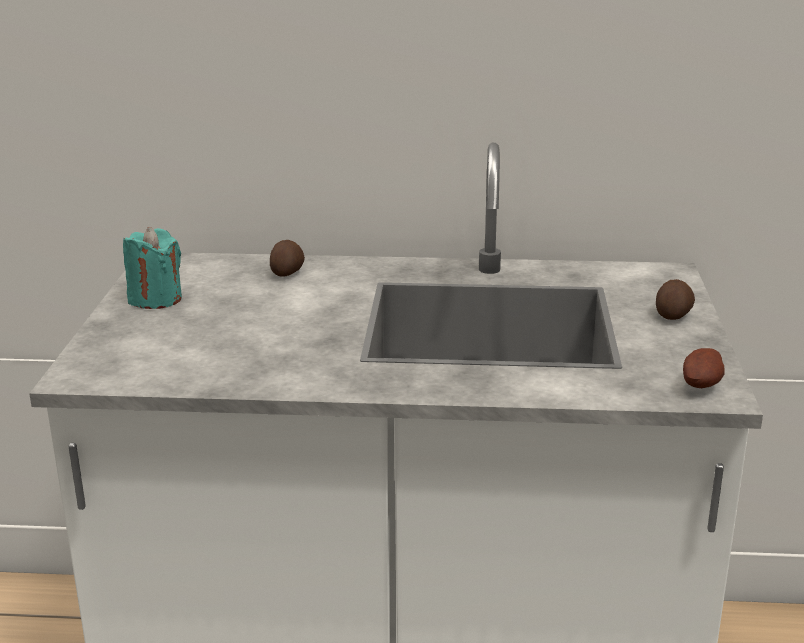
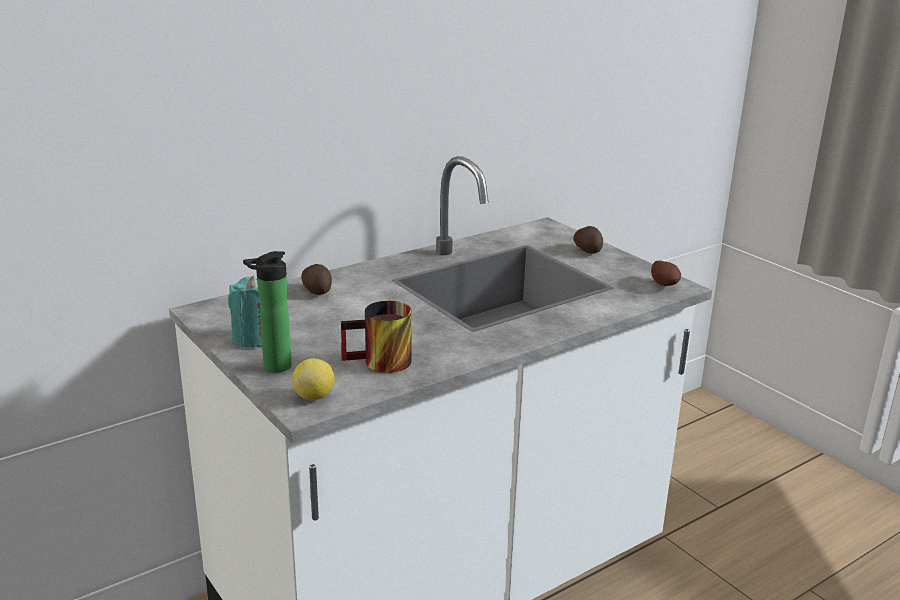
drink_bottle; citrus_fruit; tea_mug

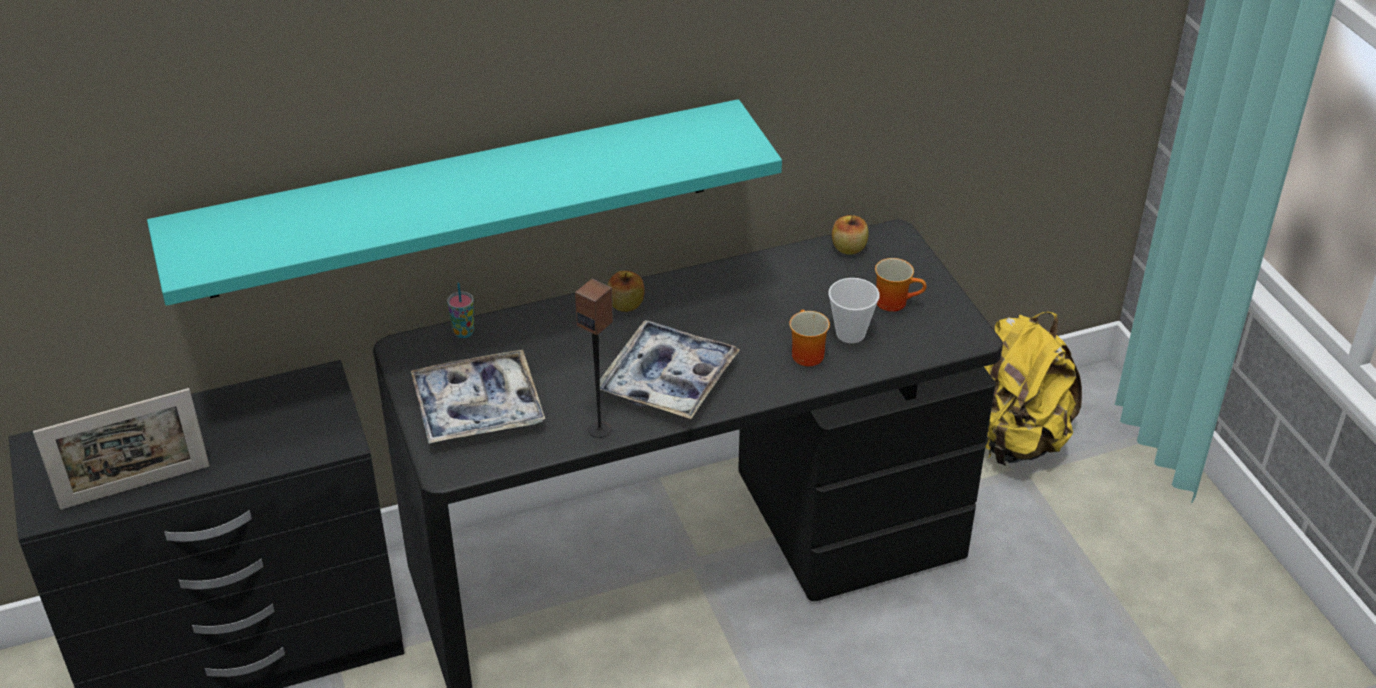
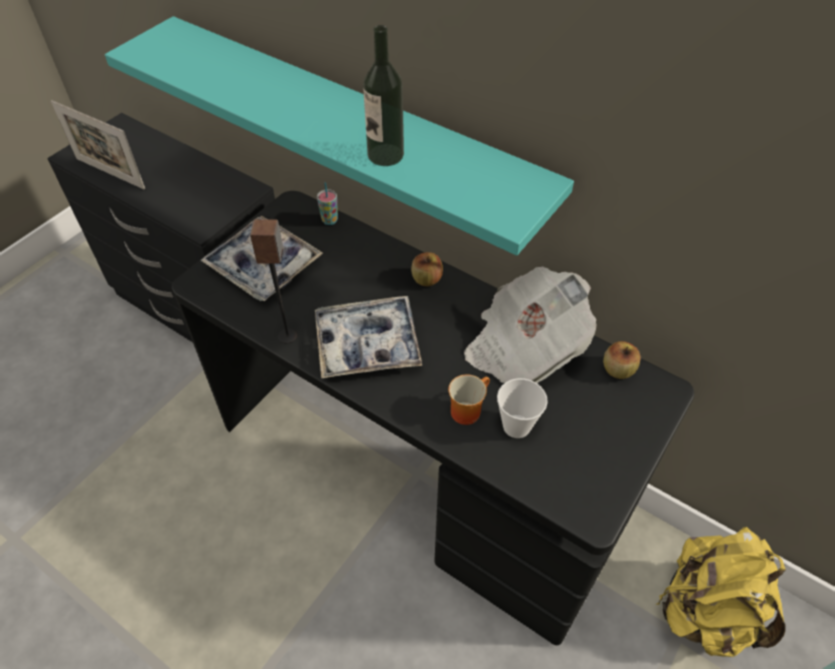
tea_mug (no. 2 from left in the first image); drink_bottle; newspaper

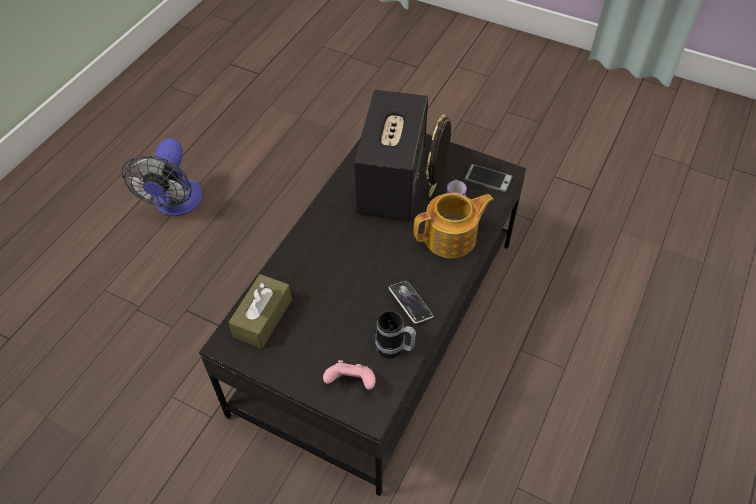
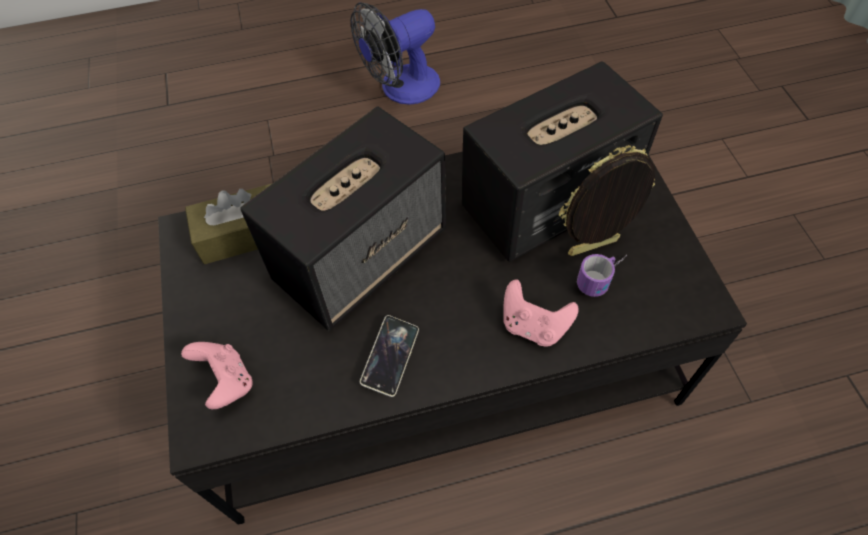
tea_mug (no. 1 from left in the first image); pink-coloured_game_controller (no. 2 from left); handset (no. 2 from left in the first image); loudspeaker (no. 1 from left)

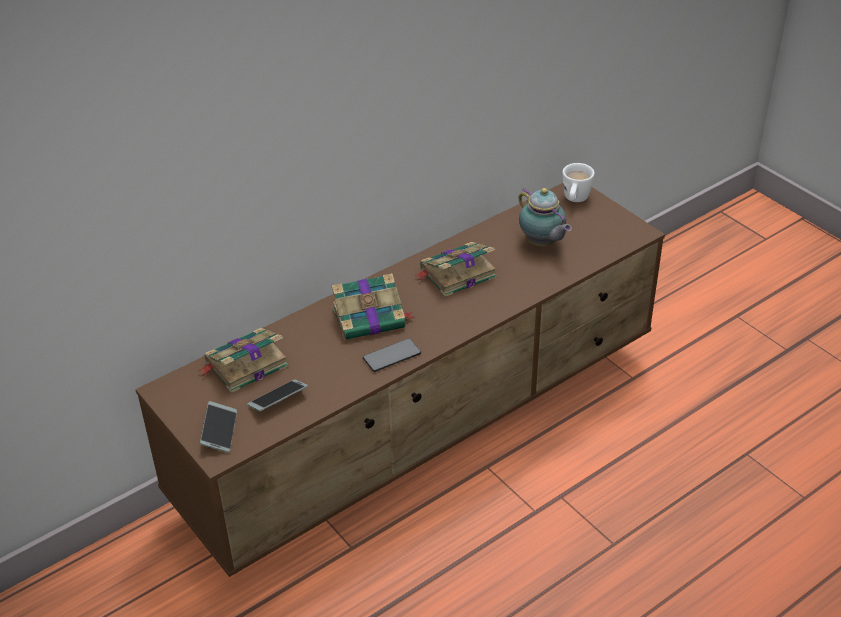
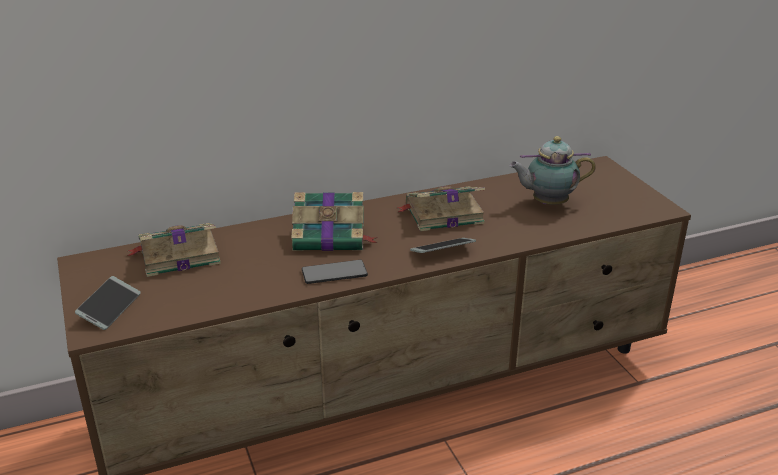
handset (no. 3 from left); pot_for_tea; white-coloured_tea_mug

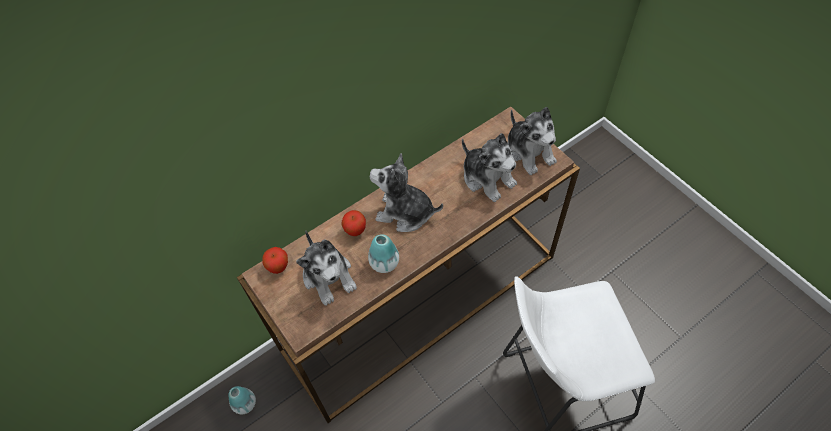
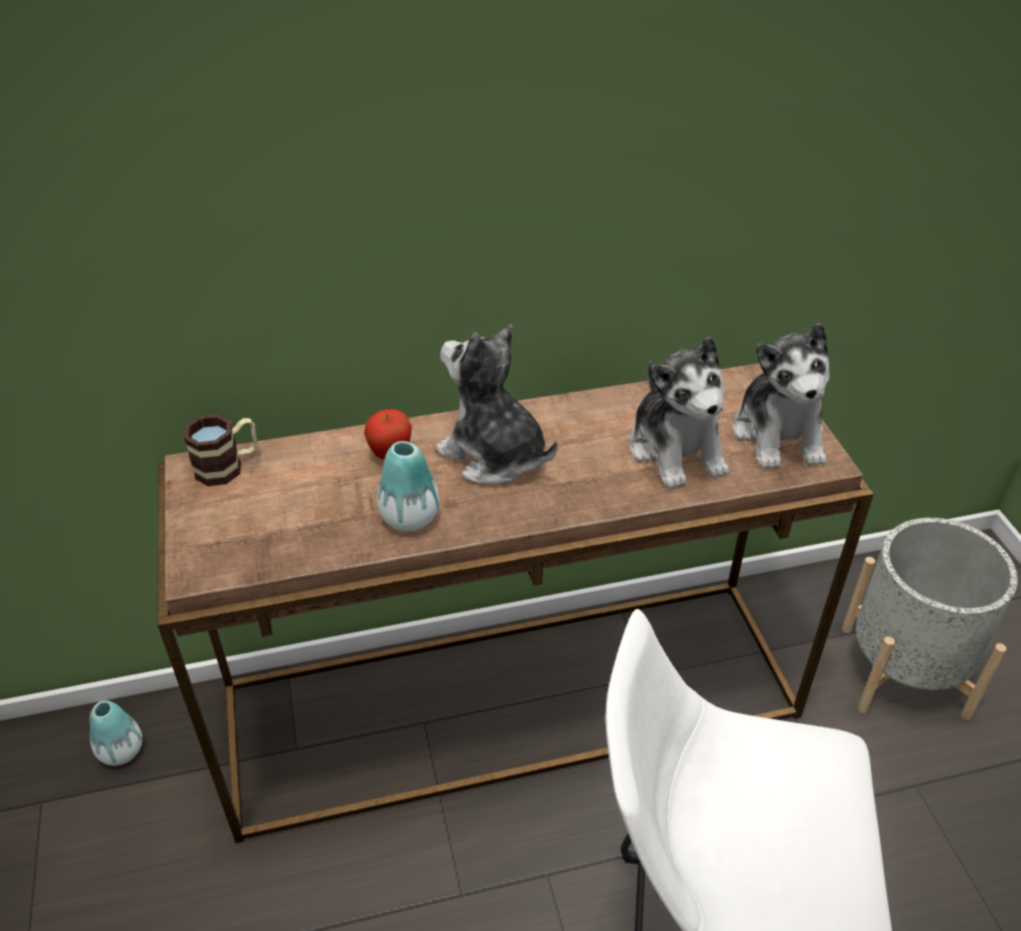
tea_mug; plush_toy (no. 1 from left in the first image); gray_planter

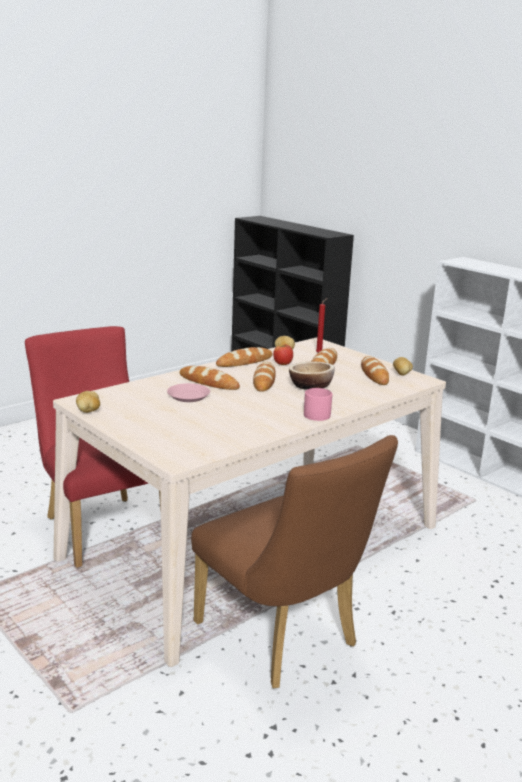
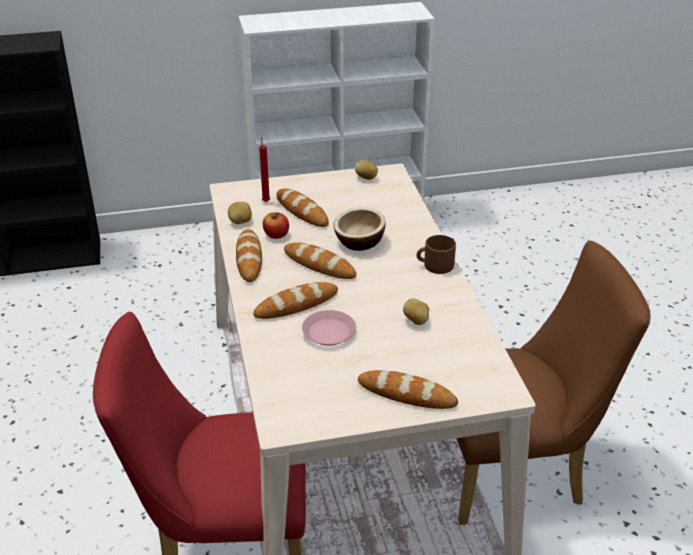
spud (no. 3 from left); brown-coloured_tea_mug; baked_bread (no. 5 from left)

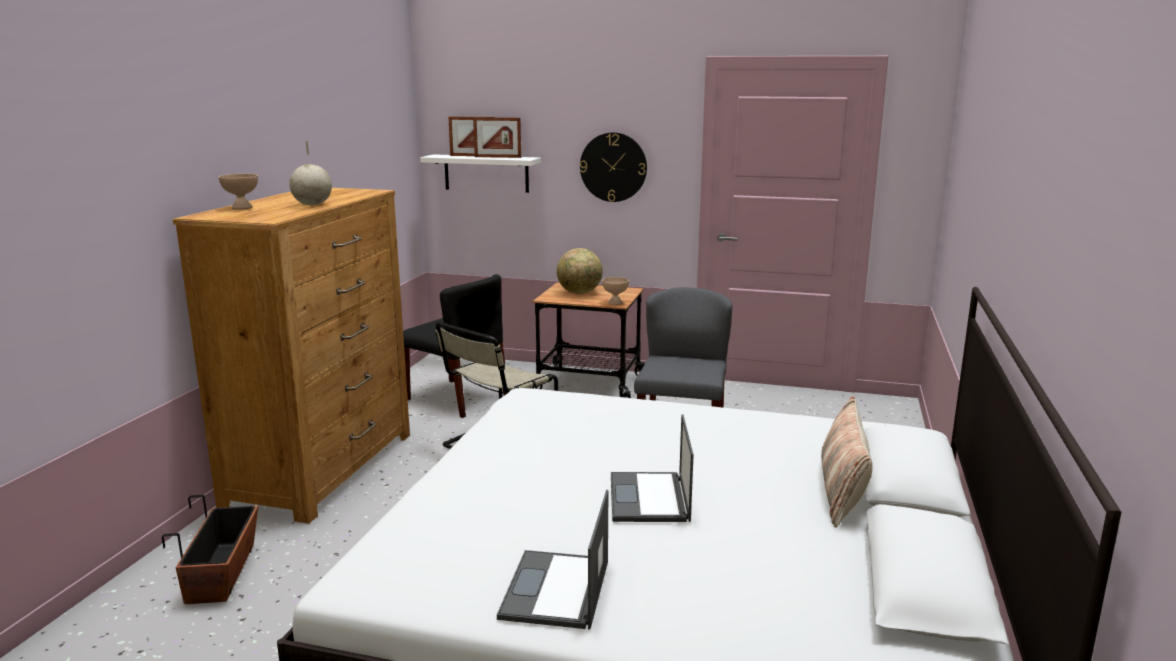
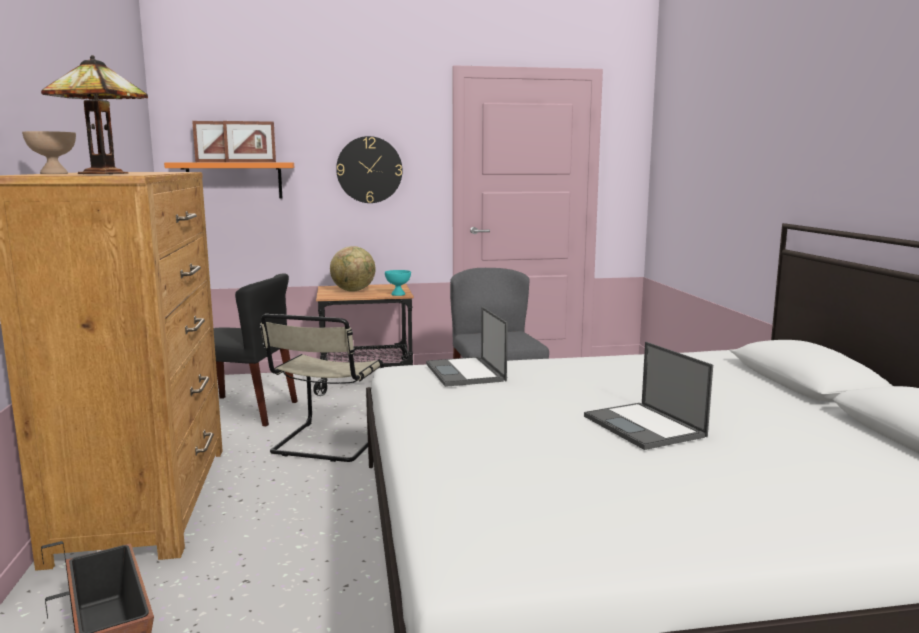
world_globe (no. 1 from left in the first image); orange-coloured_bracket_shelf; laptop (no. 1 from left); turquoise-coloured_deep_dish; cushion; tabletop_lamp

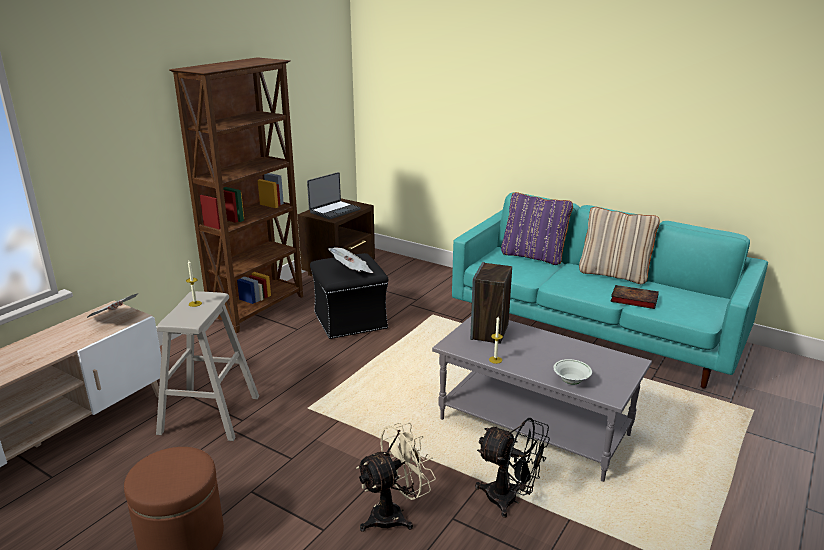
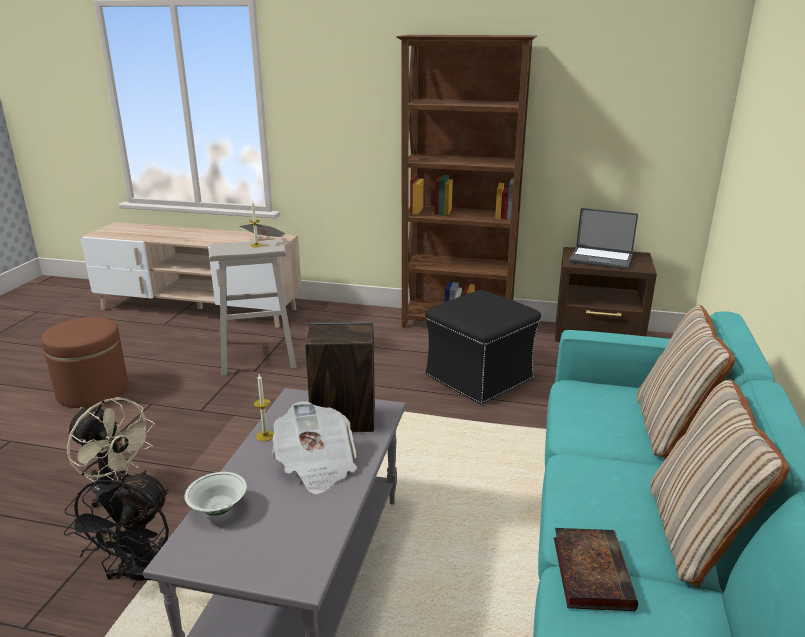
newspaper (no. 2 from left); sand-coloured_cushion (no. 1 from left)

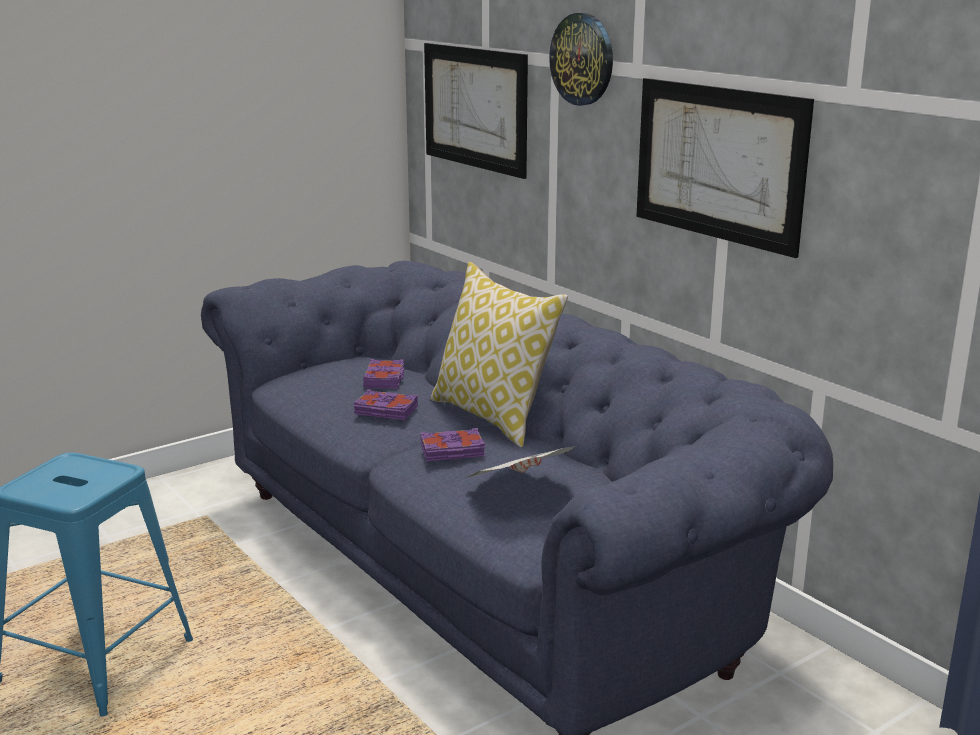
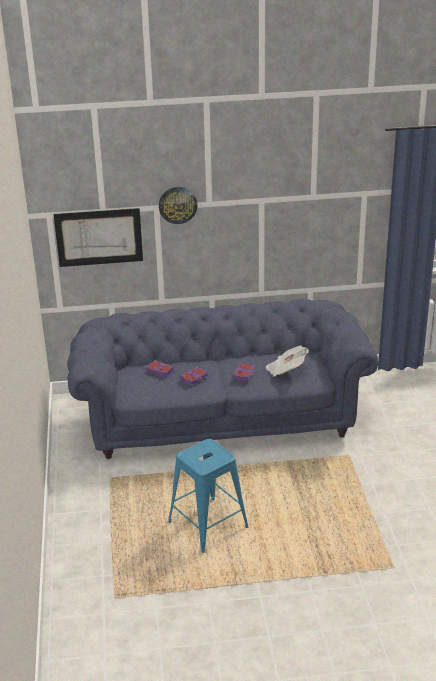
cushion; picture (no. 2 from left in the first image)

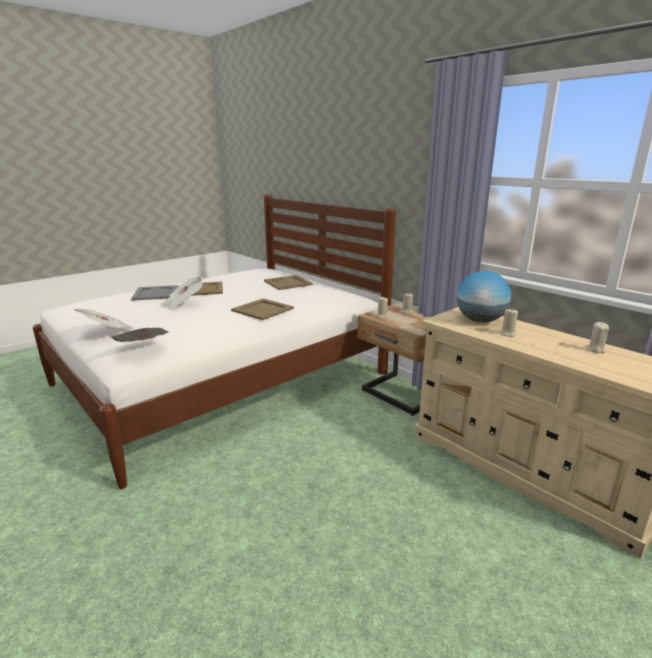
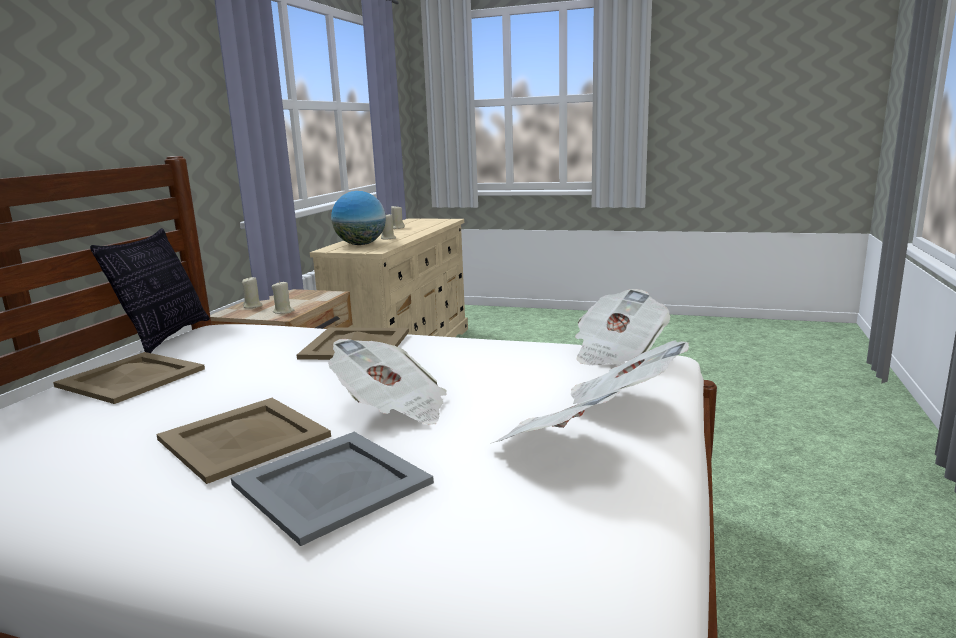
cushion; newspaper (no. 2 from left)

